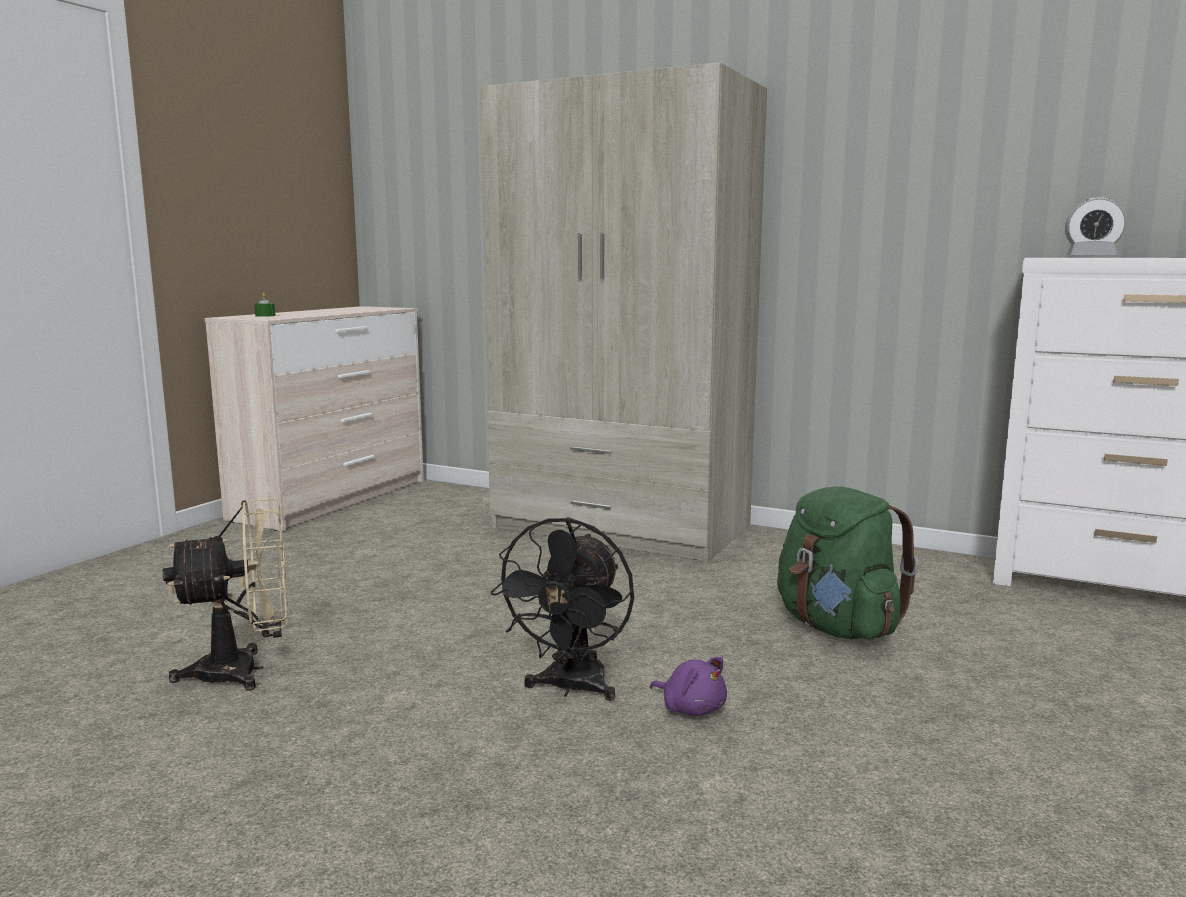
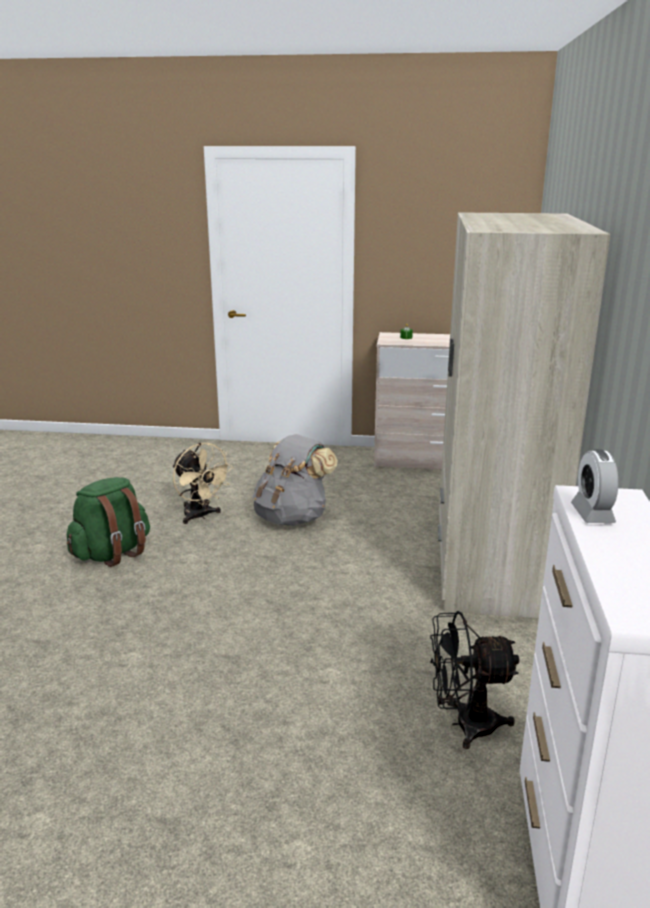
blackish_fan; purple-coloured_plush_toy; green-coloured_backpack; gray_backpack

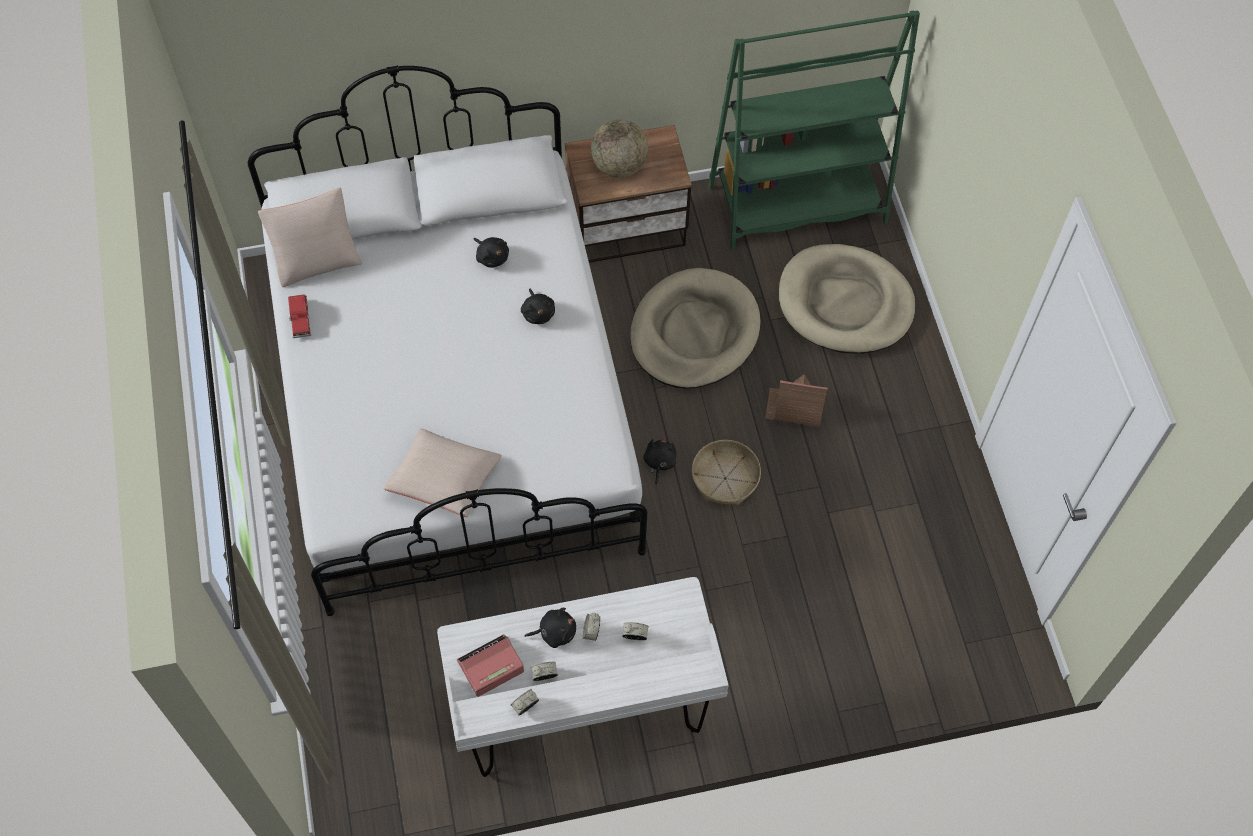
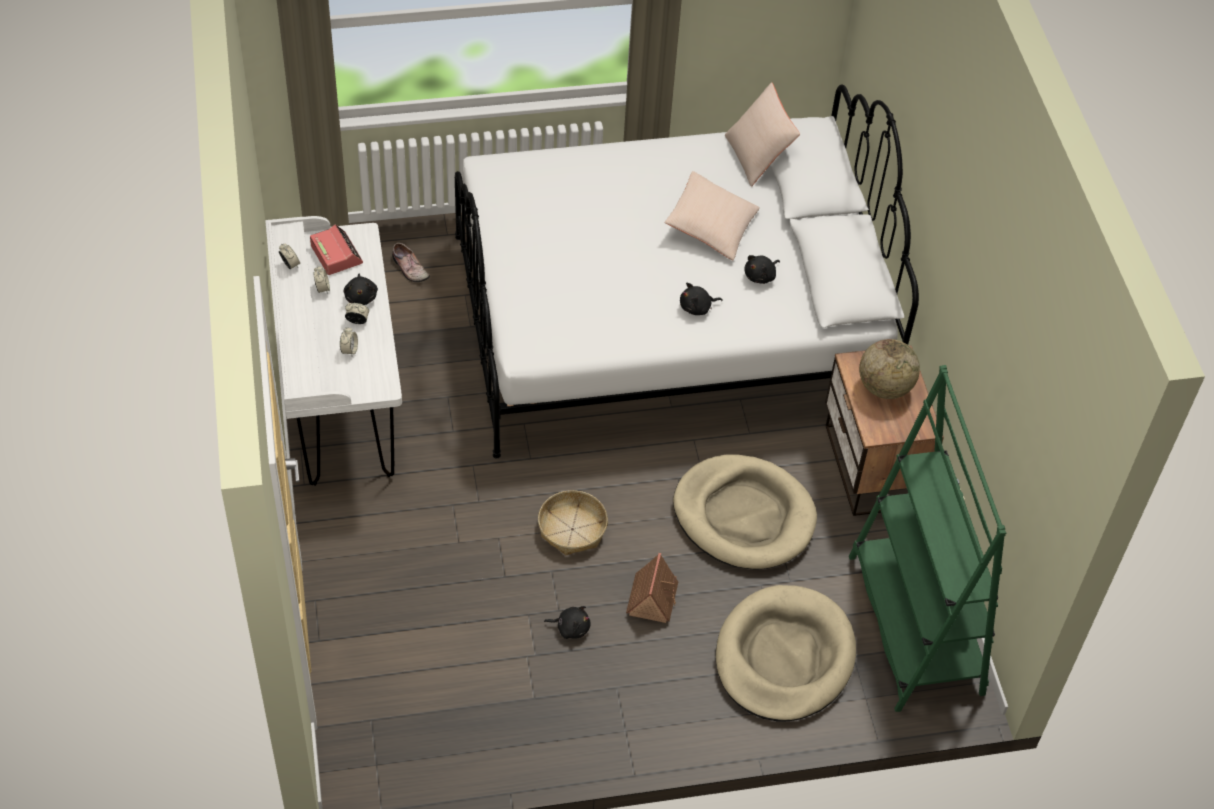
red_miniature_car; sand-coloured_cushion (no. 1 from left); blackish_plush_toy (no. 2 from left); low_shoe

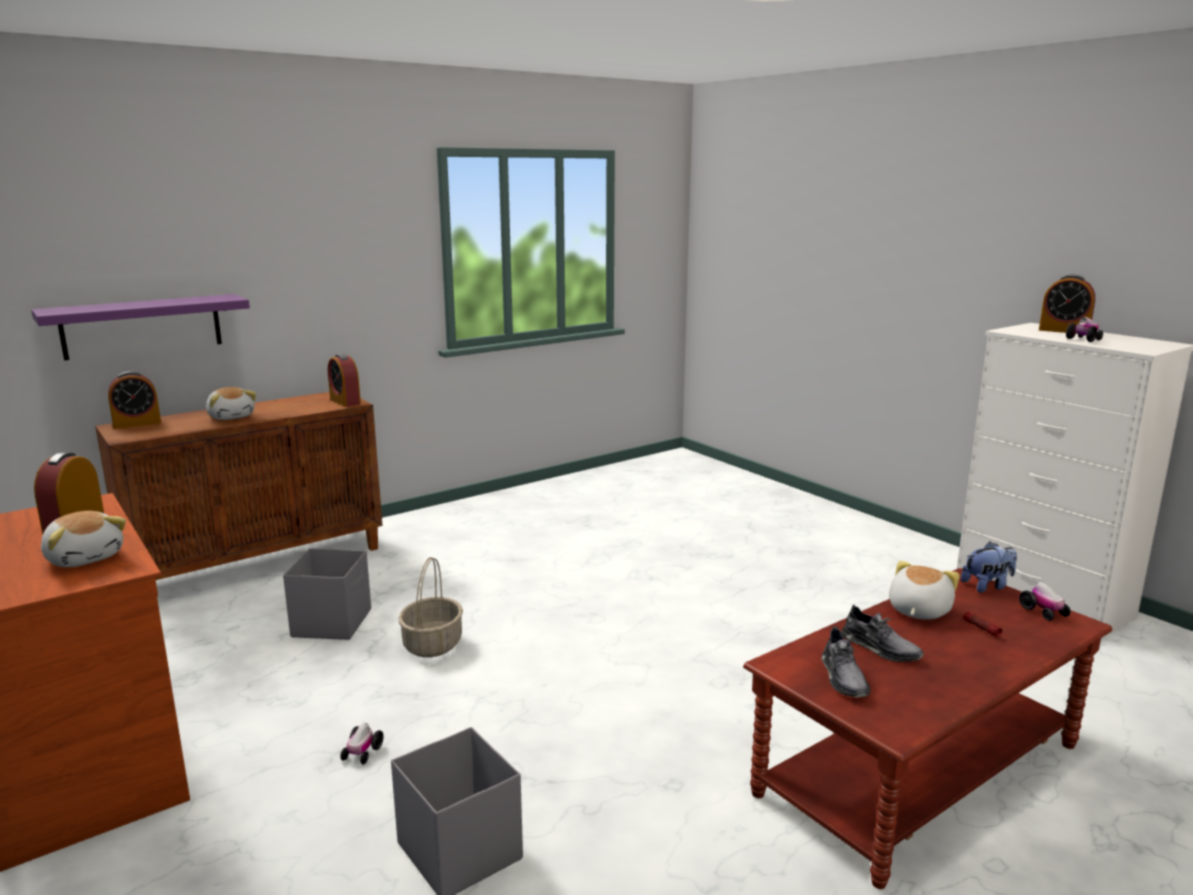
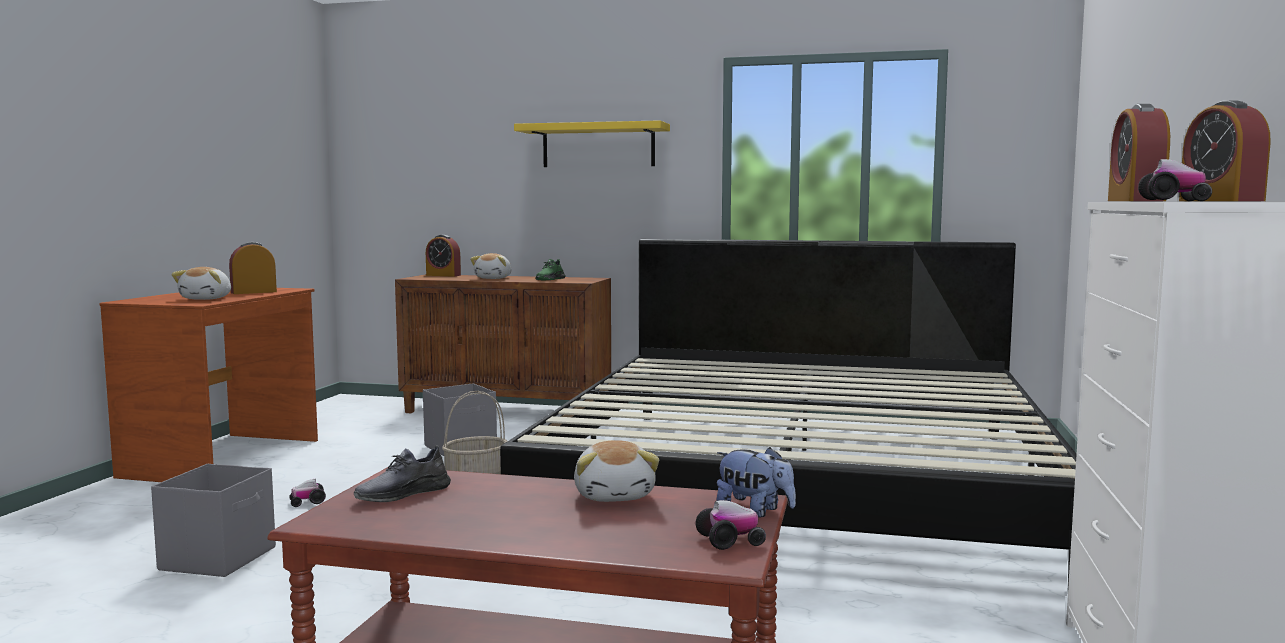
purple-coloured_bracket_shelf; table_clock (no. 3 from left); gray_low_shoe (no. 2 from left in the first image); plush_toy (no. 3 from left); hand_torch; miniature_car (no. 2 from left); bed; yellowish_bracket_shelf; green-coloured_low_shoe

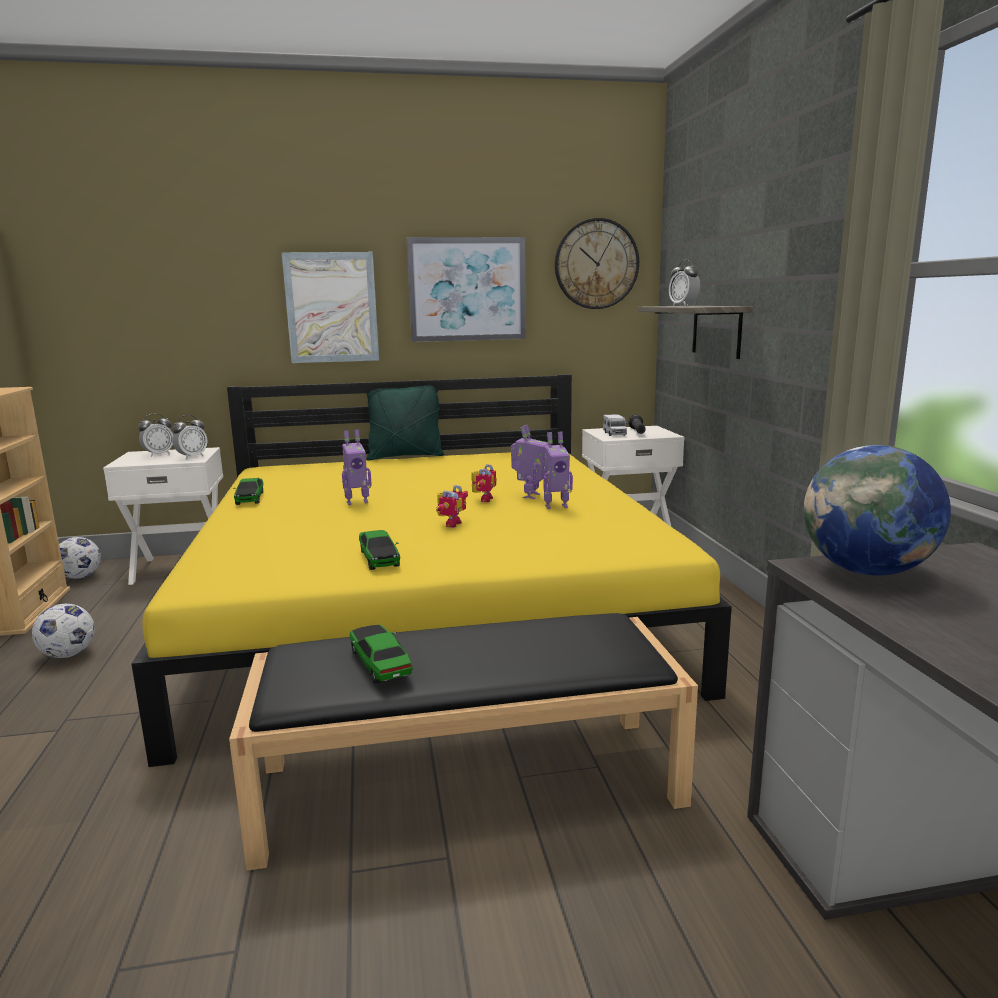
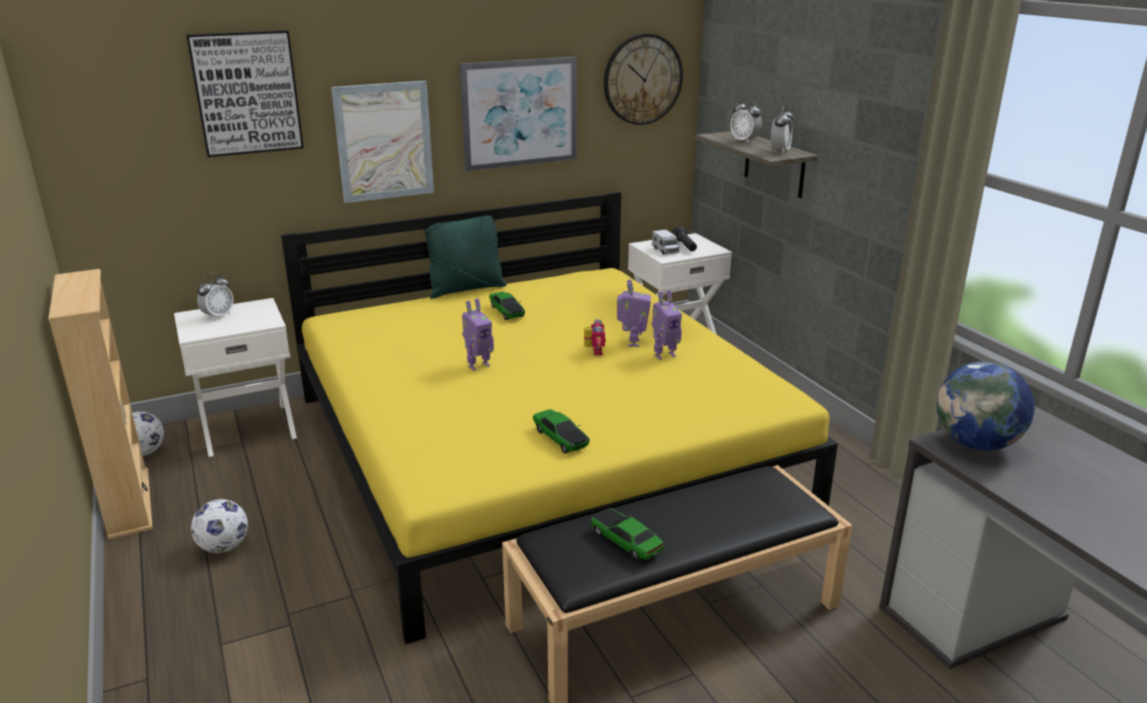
table_clock (no. 3 from left); miniature_car (no. 1 from left); model_robot (no. 2 from left in the first image); picture (no. 1 from left)

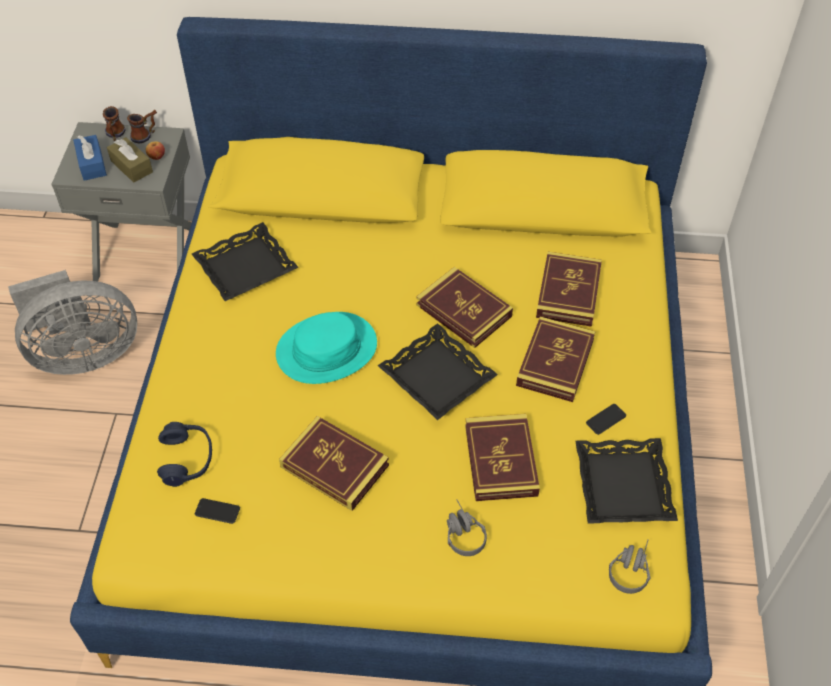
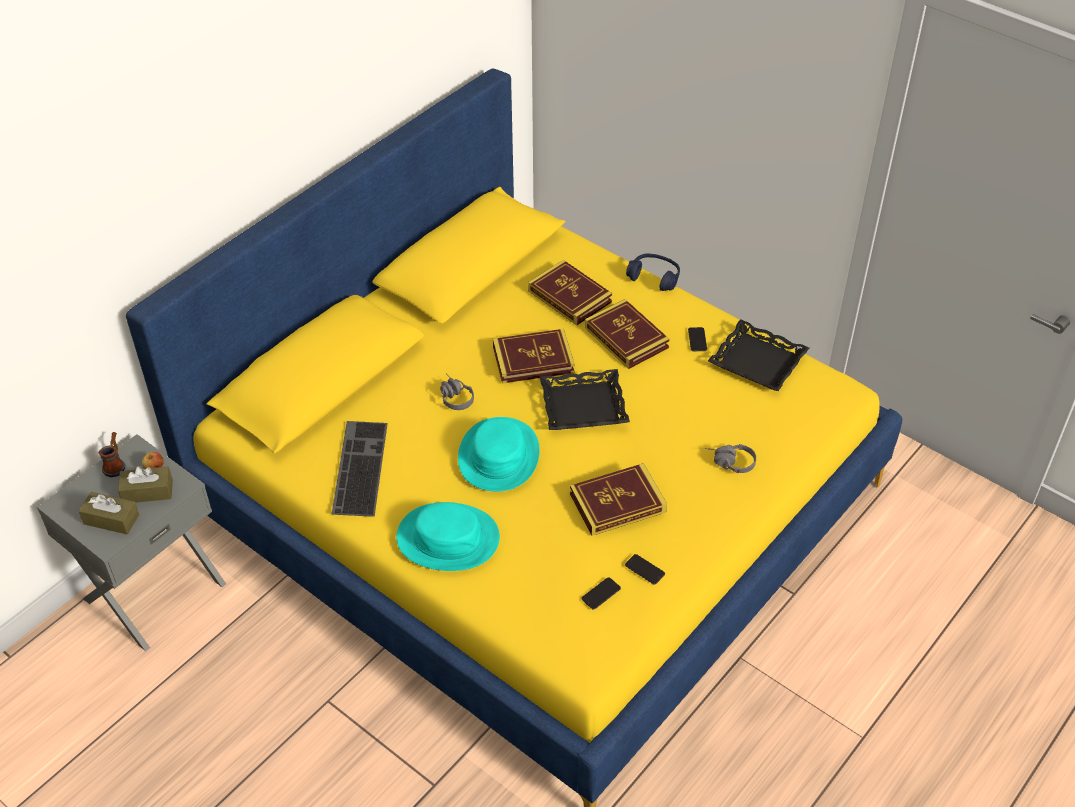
gray_fan; brown-coloured_tissue_holder (no. 1 from left); tea_mug (no. 1 from left in the first image); blue-coloured_pair_of_headphones; PC_keyboard; bound_book (no. 3 from left in the first image); gray_pair_of_headphones (no. 1 from left); turquoise-coloured_wearable_hat (no. 1 from left); handset (no. 2 from left)

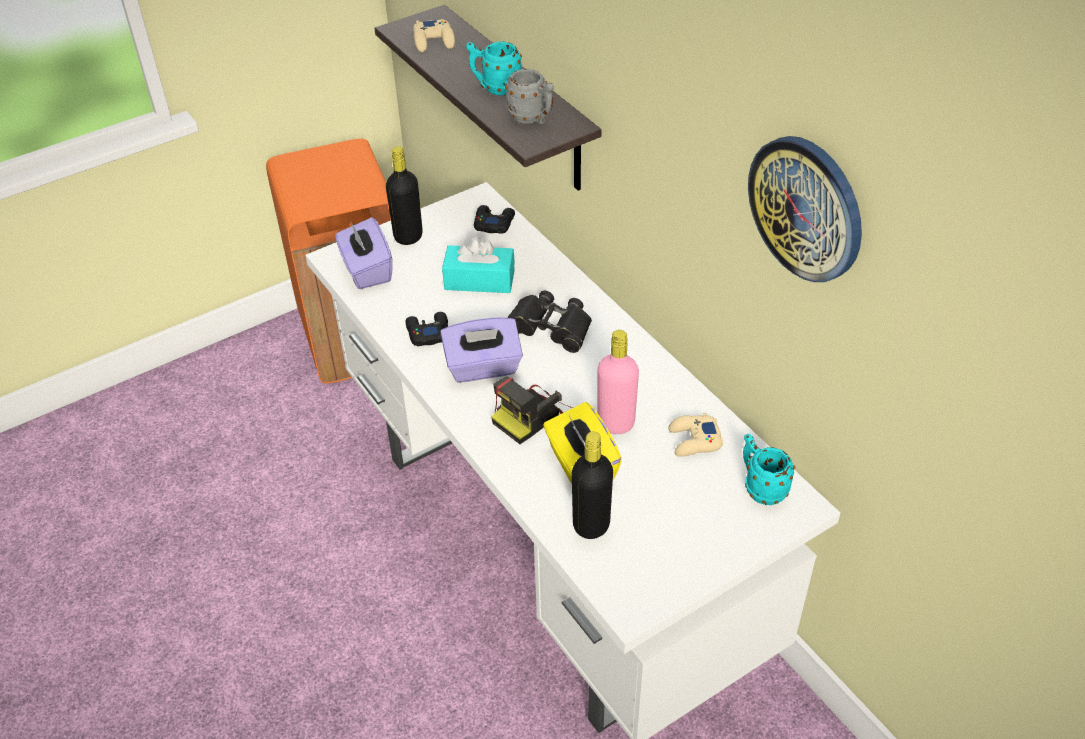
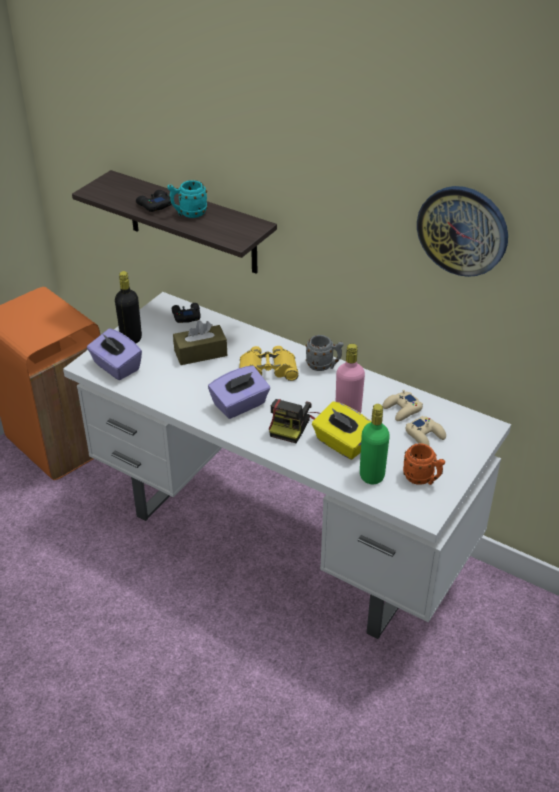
blackish_game_controller (no. 1 from left); sand-coloured_game_controller (no. 2 from left); brown-coloured_tissue_holder; gray_tea_mug; yellowish_field_glasses; green-coloured_drink_bottle; turquoise-coloured_tea_mug (no. 2 from left in the first image); orange-coloured_tea_mug

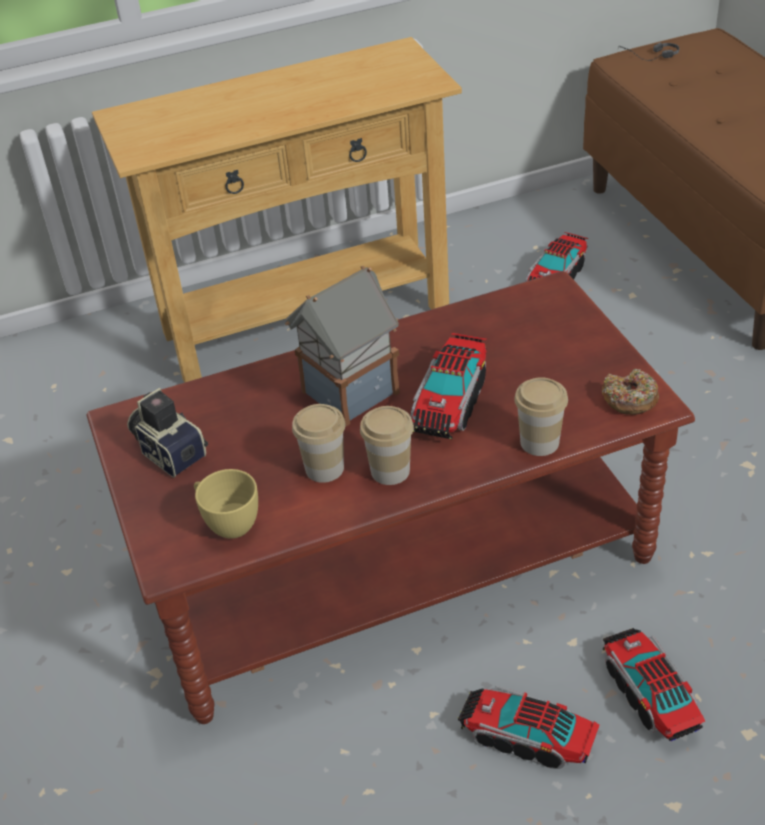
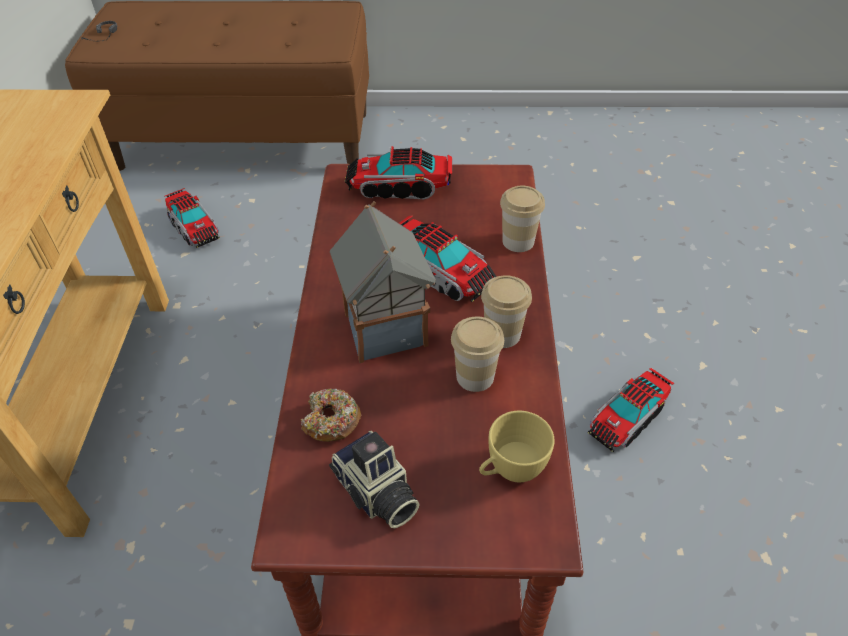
still_camera; donut; toy_truck (no. 2 from left)

